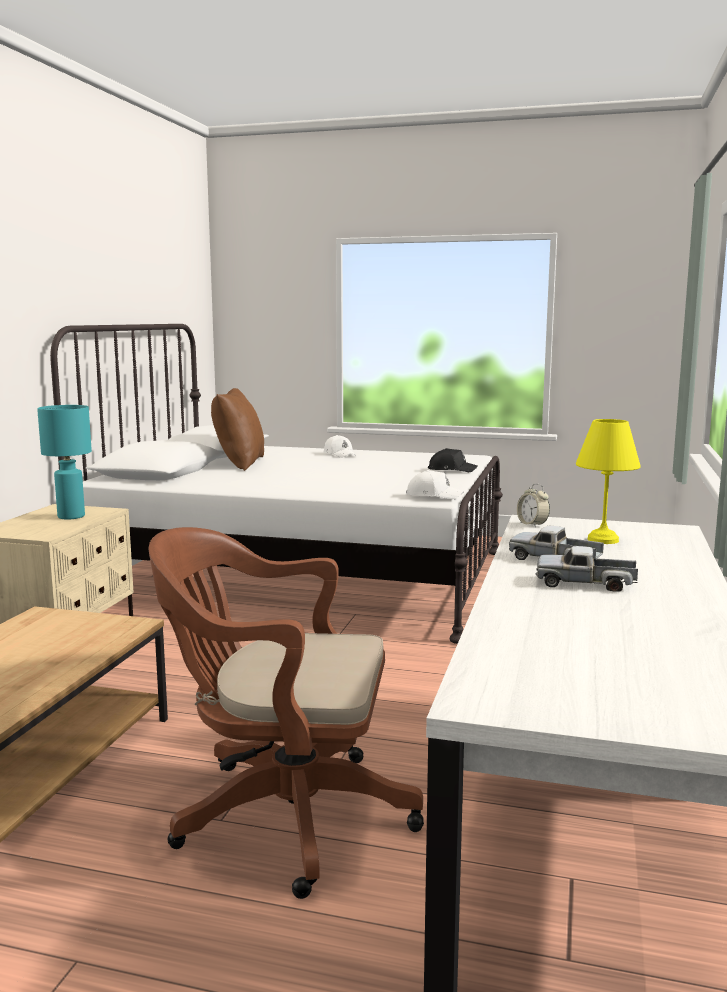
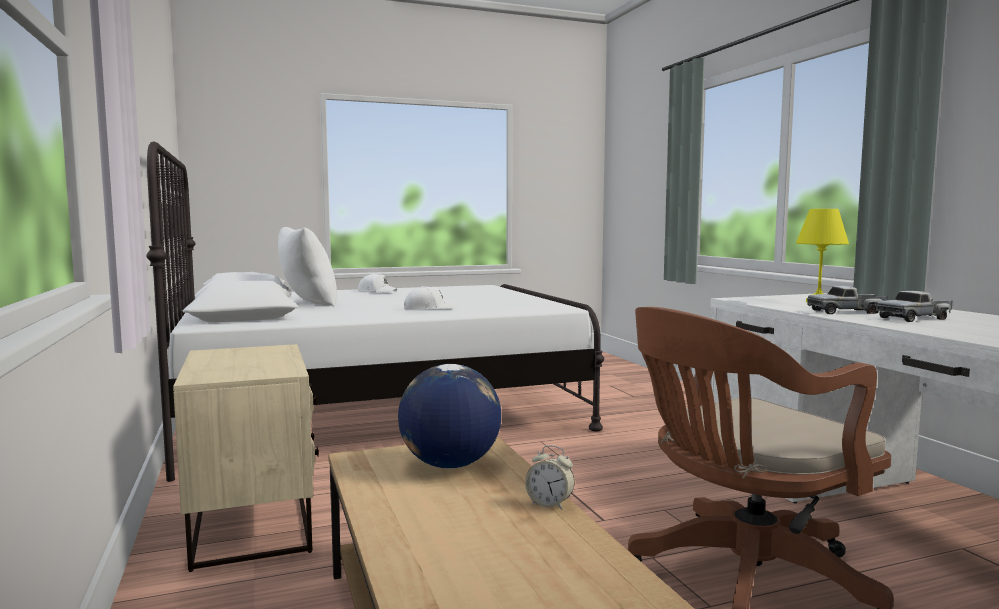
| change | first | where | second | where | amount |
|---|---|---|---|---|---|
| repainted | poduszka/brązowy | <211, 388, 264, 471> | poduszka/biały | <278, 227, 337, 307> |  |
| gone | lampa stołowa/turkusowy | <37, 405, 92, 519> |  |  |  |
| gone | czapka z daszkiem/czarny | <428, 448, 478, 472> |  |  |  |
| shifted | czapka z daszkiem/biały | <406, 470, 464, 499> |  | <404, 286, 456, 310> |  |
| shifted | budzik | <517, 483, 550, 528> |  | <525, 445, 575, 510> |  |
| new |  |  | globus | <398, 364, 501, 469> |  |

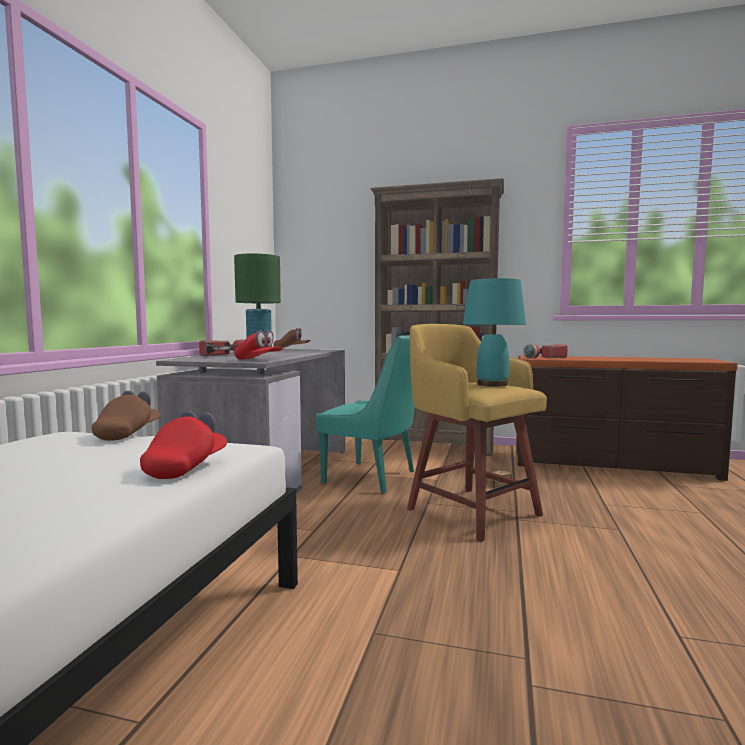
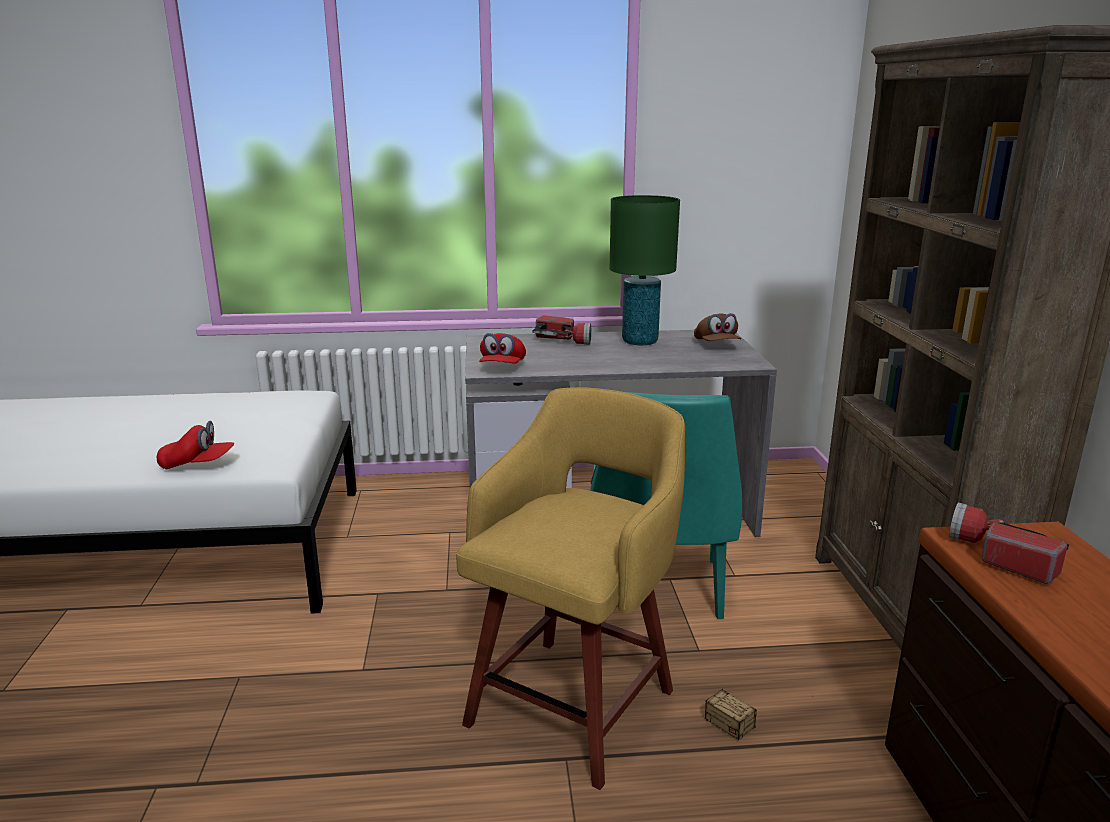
| change | first | where | second | where | amount |
|---|---|---|---|---|---|
| gone | lampa stołowa/turkusowy | <463, 278, 526, 387> |  |  |  |
| gone | czapka z daszkiem/brązowy | <92, 391, 160, 441> |  |  |  |

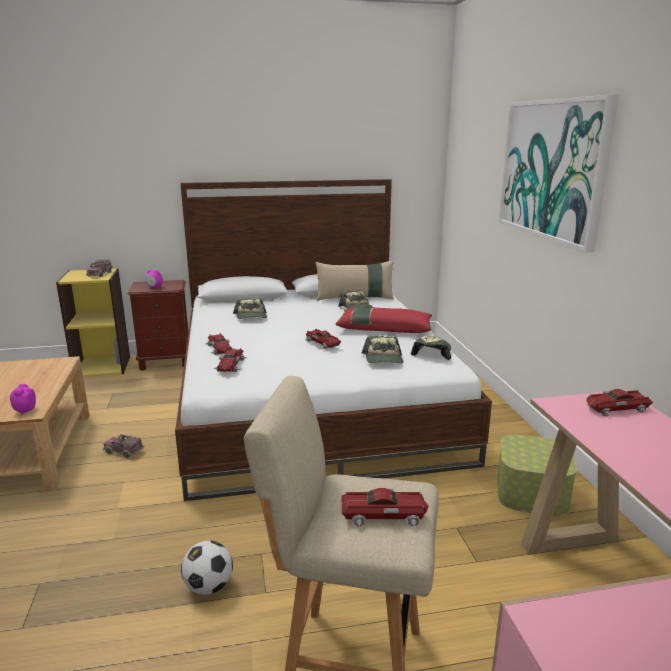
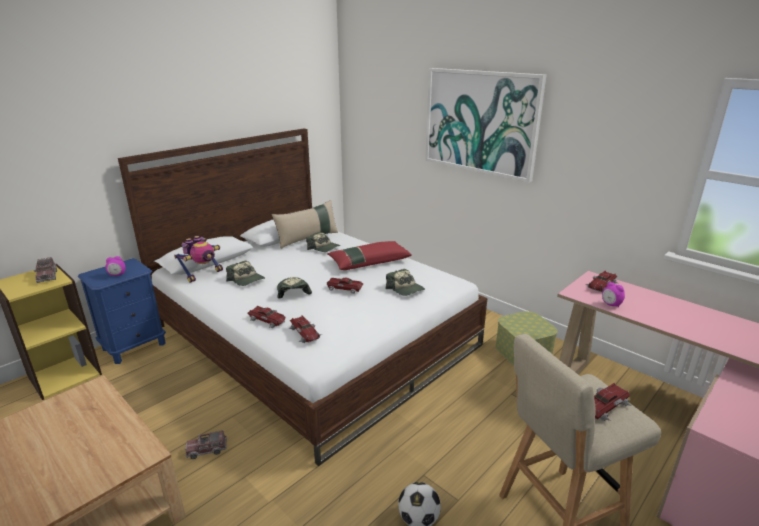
| change | first | where | second | where | amount |
|---|---|---|---|---|---|
| repainted | szafka nocna/brązowy | <128, 280, 188, 371> | szafka nocna/niebieski | <78, 258, 166, 364> |  |
| shifted | czapka z daszkiem | <411, 335, 451, 360> |  | <277, 277, 312, 298> |  |
| shifted | budzik | <10, 384, 36, 414> |  | <602, 282, 625, 307> |  |
| new |  |  | robot zabawkowy | <174, 236, 223, 283> |  |

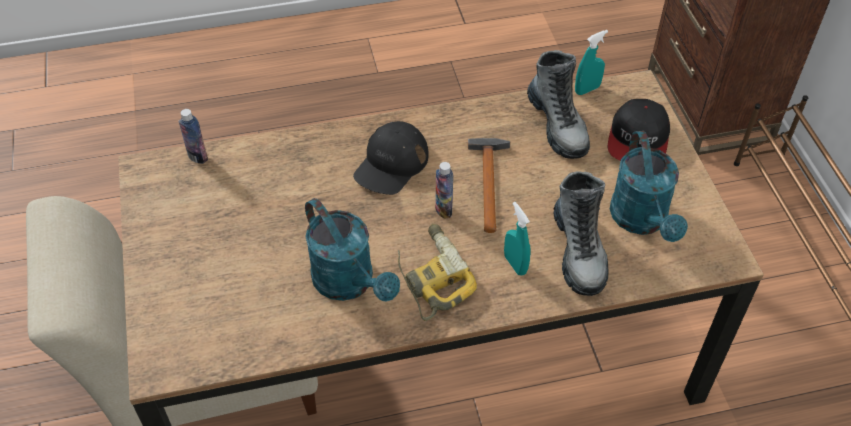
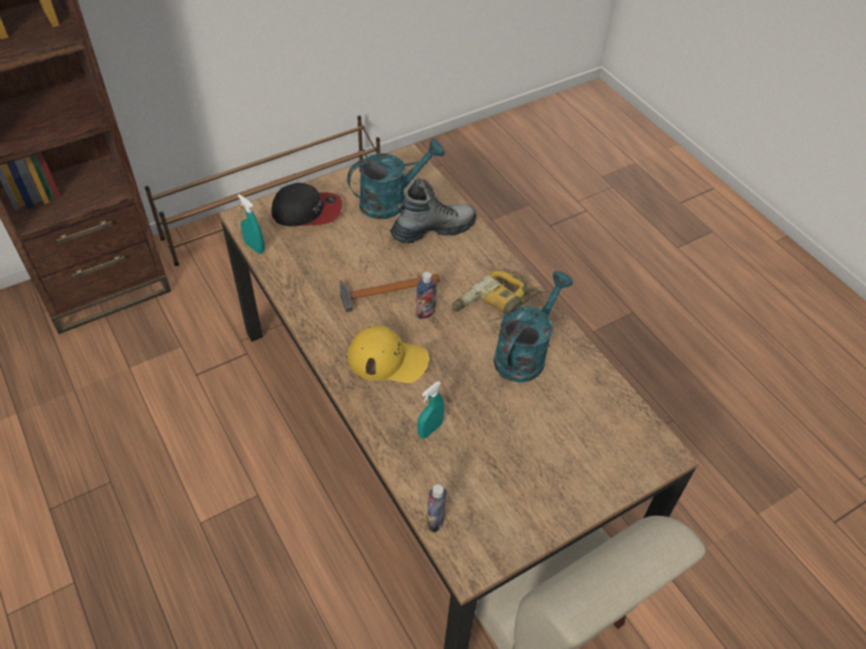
| change | first | where | second | where | amount |
|---|---|---|---|---|---|
| gone | but z cholewką | <527, 50, 590, 159> |  |  |  |
| repainted | czapka z daszkiem/czarny | <353, 121, 428, 195> | czapka z daszkiem/żółty | <348, 325, 429, 383> |  |
| shifted | spryskiwacz/turkusowy | <504, 202, 530, 275> |  | <417, 381, 444, 439> |  |

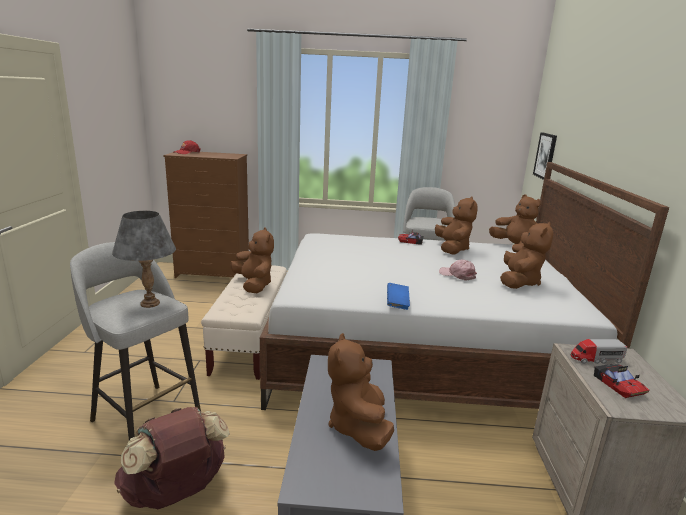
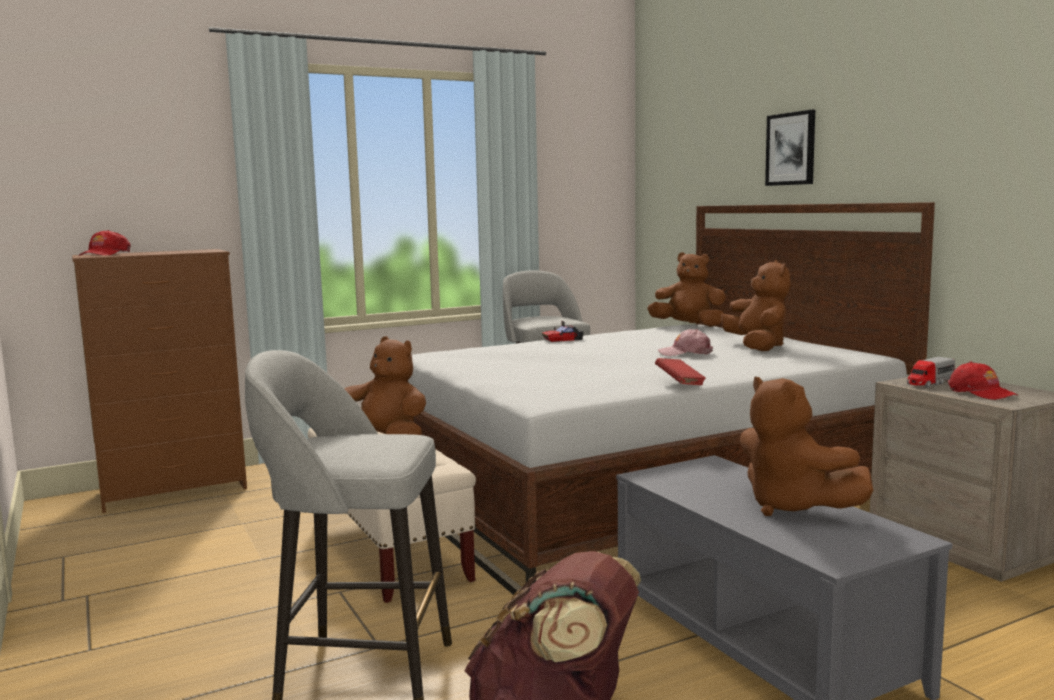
| change | first | where | second | where | amount |
|---|---|---|---|---|---|
| shifted | obraz | <533, 132, 557, 180> |  | <765, 110, 815, 186> |  |
| gone | pluszak/brązowy | <435, 196, 478, 254> |  |  |  |
| gone | lampa stołowa/szary | <112, 211, 176, 308> |  |  |  |
| repainted | książka/niebieski | <387, 283, 410, 310> | książka/czerwony | <655, 358, 706, 385> |  |
| swapped | samochodzik | <594, 364, 650, 398> | czapka z daszkiem/czerwony | <948, 361, 1018, 400> |  |

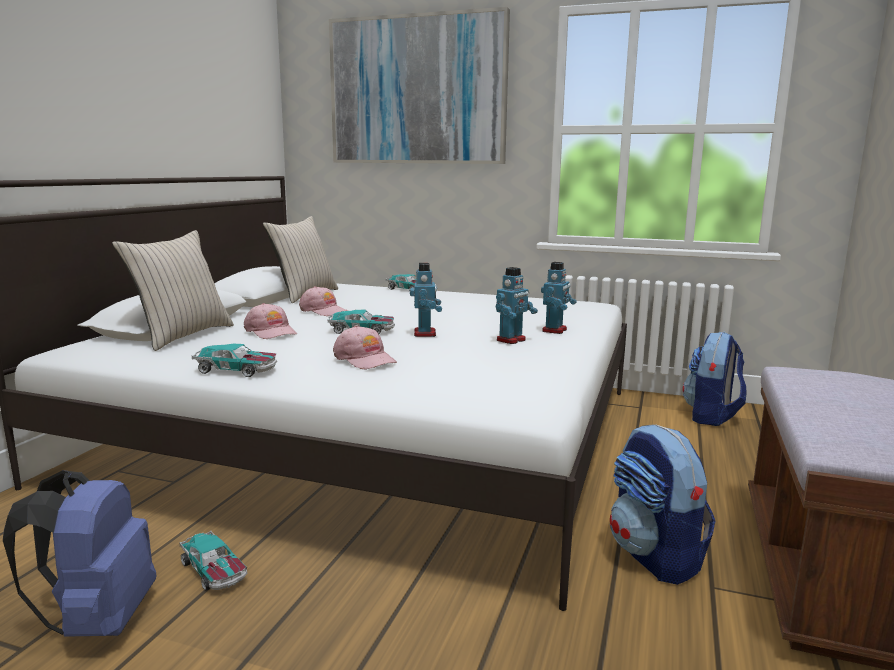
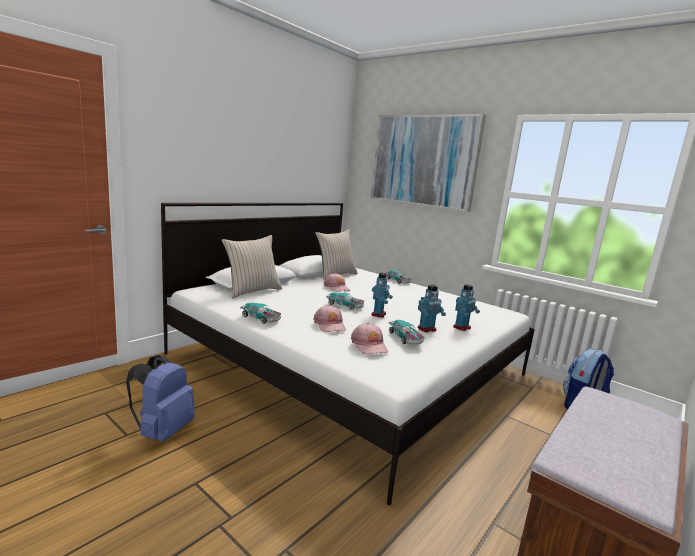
| change | first | where | second | where | amount |
|---|---|---|---|---|---|
| shifted | czapka z daszkiem/różowy | <244, 303, 297, 339> |  | <351, 323, 388, 354> |  |
| gone | plecak | <610, 424, 715, 585> |  |  |  |
| shifted | samochodzik | <179, 531, 247, 591> |  | <389, 320, 425, 345> |  |

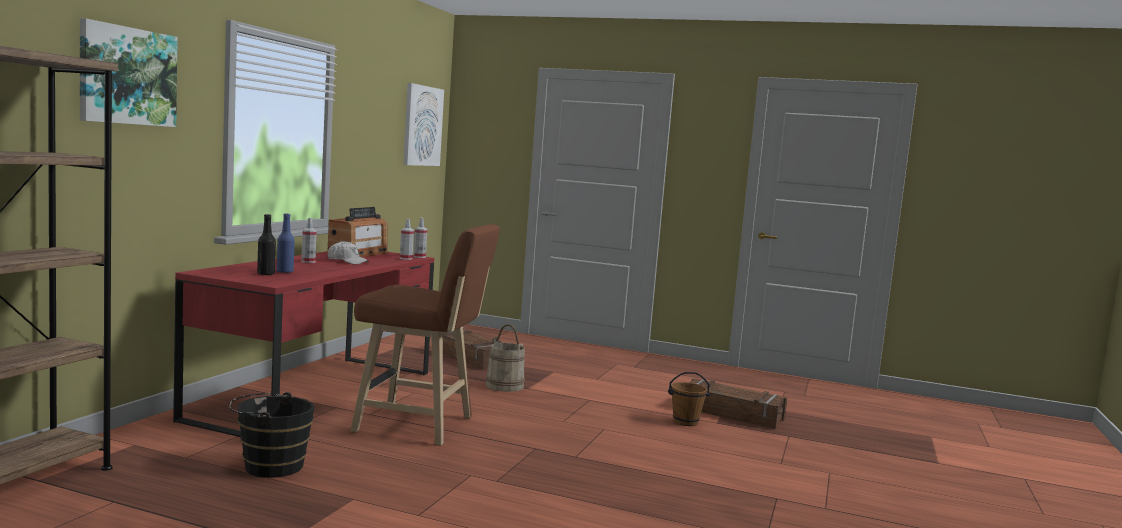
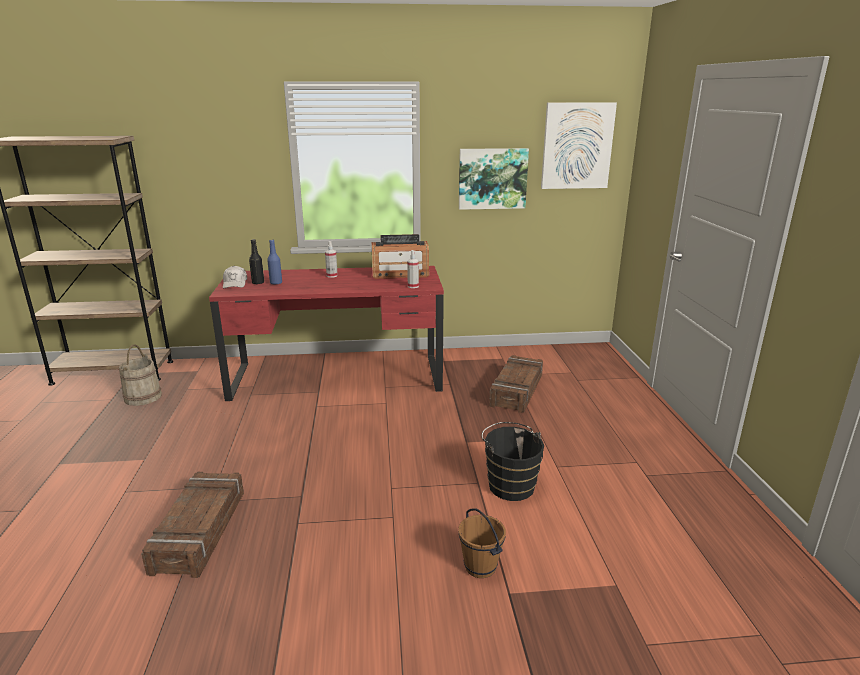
| change | first | where | second | where | amount |
|---|---|---|---|---|---|
| shifted | obraz | <80, 18, 178, 127> |  | <459, 148, 529, 210> |  |
| gone | spryskiwacz | <413, 218, 427, 258> |  |  |  |
| gone | stołek/brązowy | <350, 224, 500, 446> |  |  |  |
| shifted | czapka z daszkiem/biały | <328, 241, 369, 265> |  | <223, 266, 247, 288> |  |
| shifted | wiadro/beżowy | <486, 324, 525, 392> |  | <119, 344, 162, 406> |  |
| shifted | skrzynka | <689, 379, 787, 429> |  | <141, 472, 244, 578> |  |
| shifted | wiadro/czarny | <229, 392, 314, 478> |  | <482, 422, 544, 501> |  |

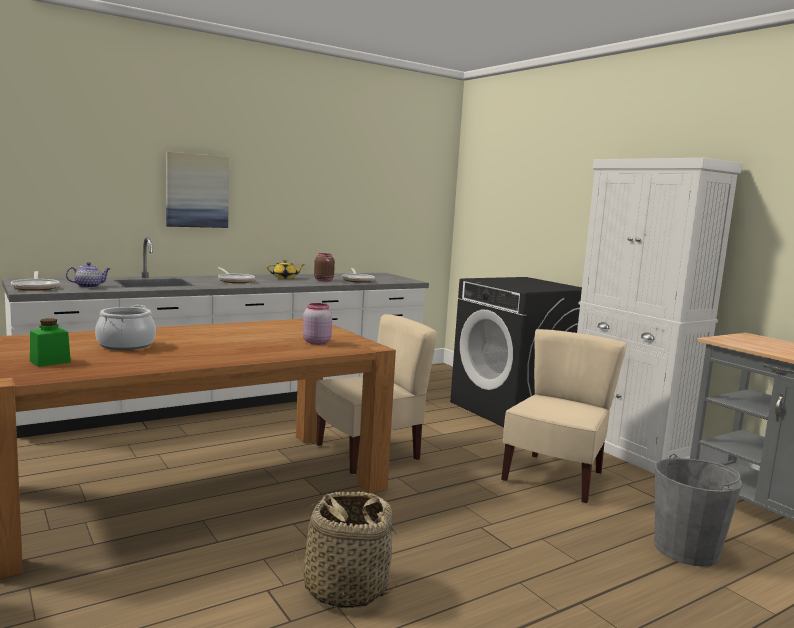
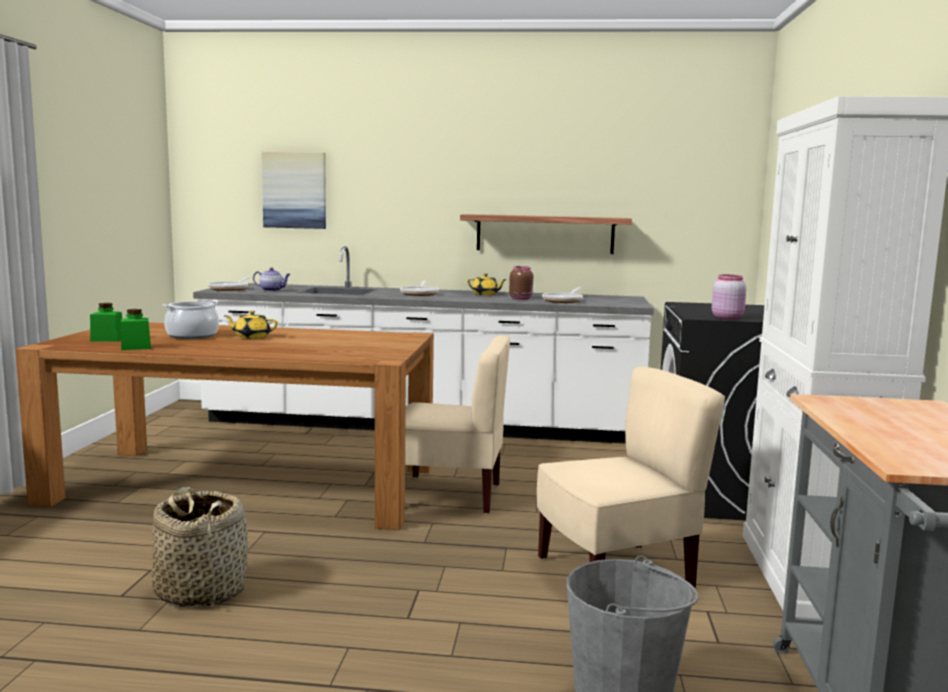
| change | first | where | second | where | amount |
|---|---|---|---|---|---|
| shifted | obraz | <166, 152, 229, 228> |  | <261, 152, 326, 229> |  |
| shifted | słoik/różowy | <303, 303, 332, 345> |  | <712, 275, 747, 320> |  |
| new |  |  | półka | <460, 214, 632, 254> |  |
| new |  |  | słoik/zielony | <121, 309, 151, 350> |  |
| new |  |  | imbryk/żółty | <225, 311, 278, 339> |  |

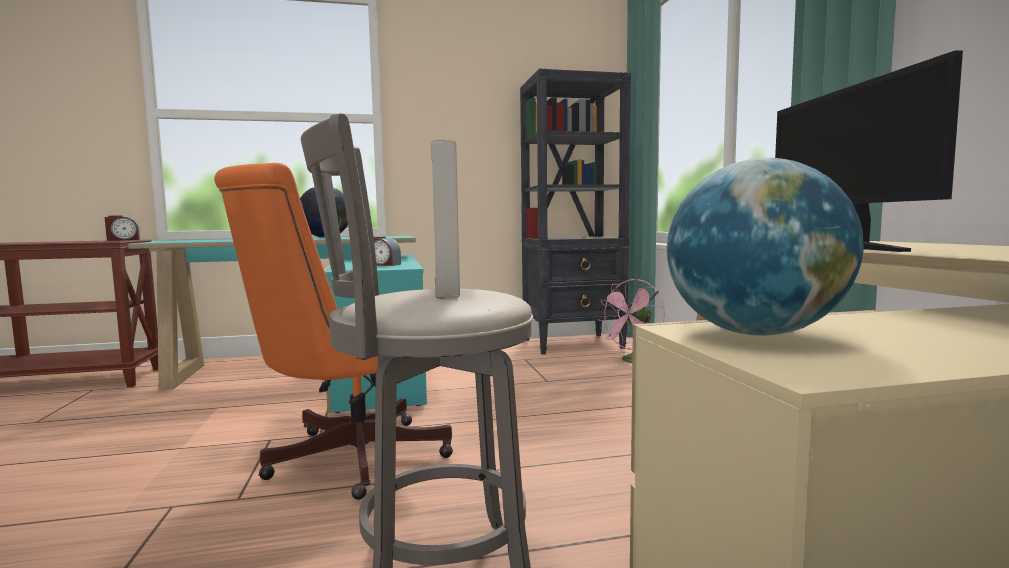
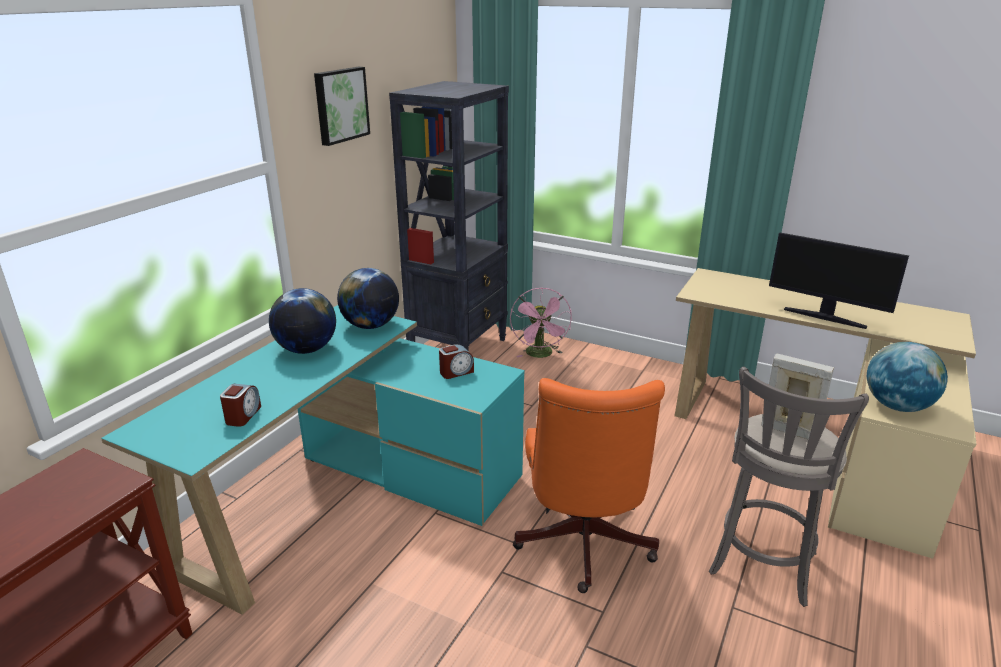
| change | first | where | second | where | amount |
|---|---|---|---|---|---|
| shifted | budzik | <105, 216, 140, 241> |  | <220, 384, 261, 427> |  |
| new |  |  | obraz | <314, 67, 370, 146> |  |
| new |  |  | globus | <337, 268, 399, 329> |  |

